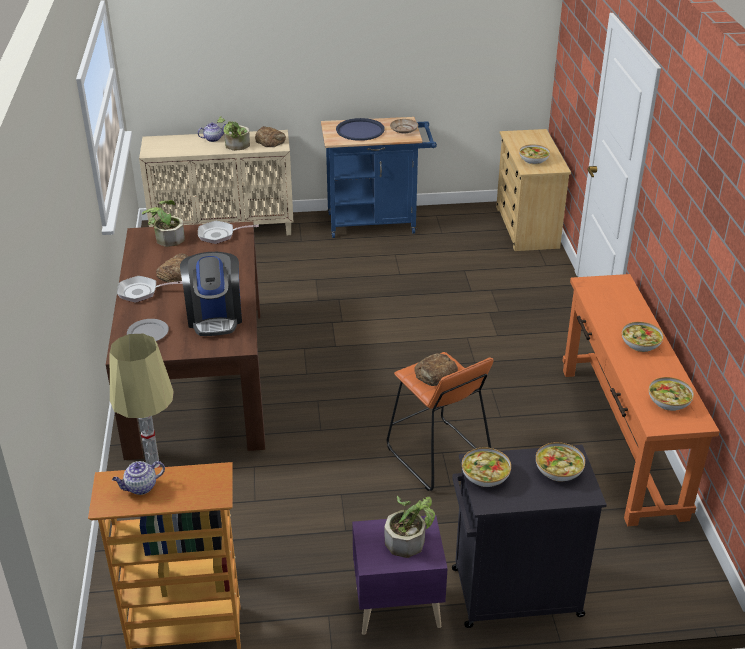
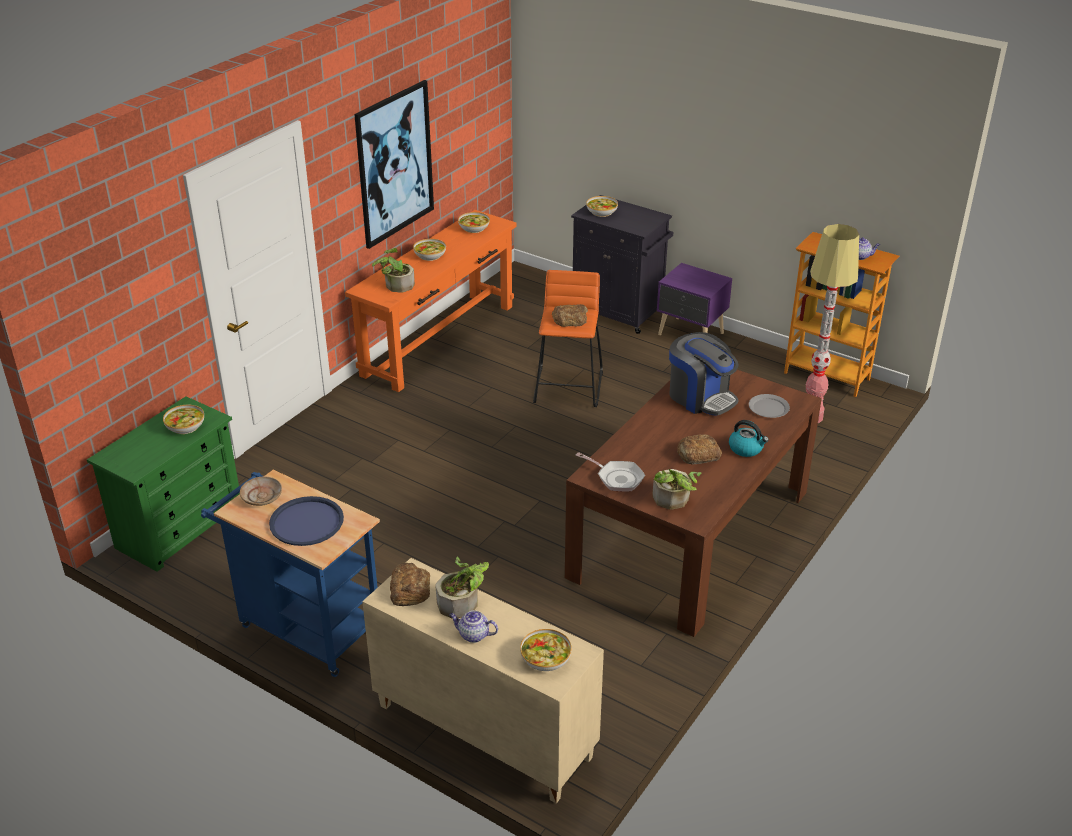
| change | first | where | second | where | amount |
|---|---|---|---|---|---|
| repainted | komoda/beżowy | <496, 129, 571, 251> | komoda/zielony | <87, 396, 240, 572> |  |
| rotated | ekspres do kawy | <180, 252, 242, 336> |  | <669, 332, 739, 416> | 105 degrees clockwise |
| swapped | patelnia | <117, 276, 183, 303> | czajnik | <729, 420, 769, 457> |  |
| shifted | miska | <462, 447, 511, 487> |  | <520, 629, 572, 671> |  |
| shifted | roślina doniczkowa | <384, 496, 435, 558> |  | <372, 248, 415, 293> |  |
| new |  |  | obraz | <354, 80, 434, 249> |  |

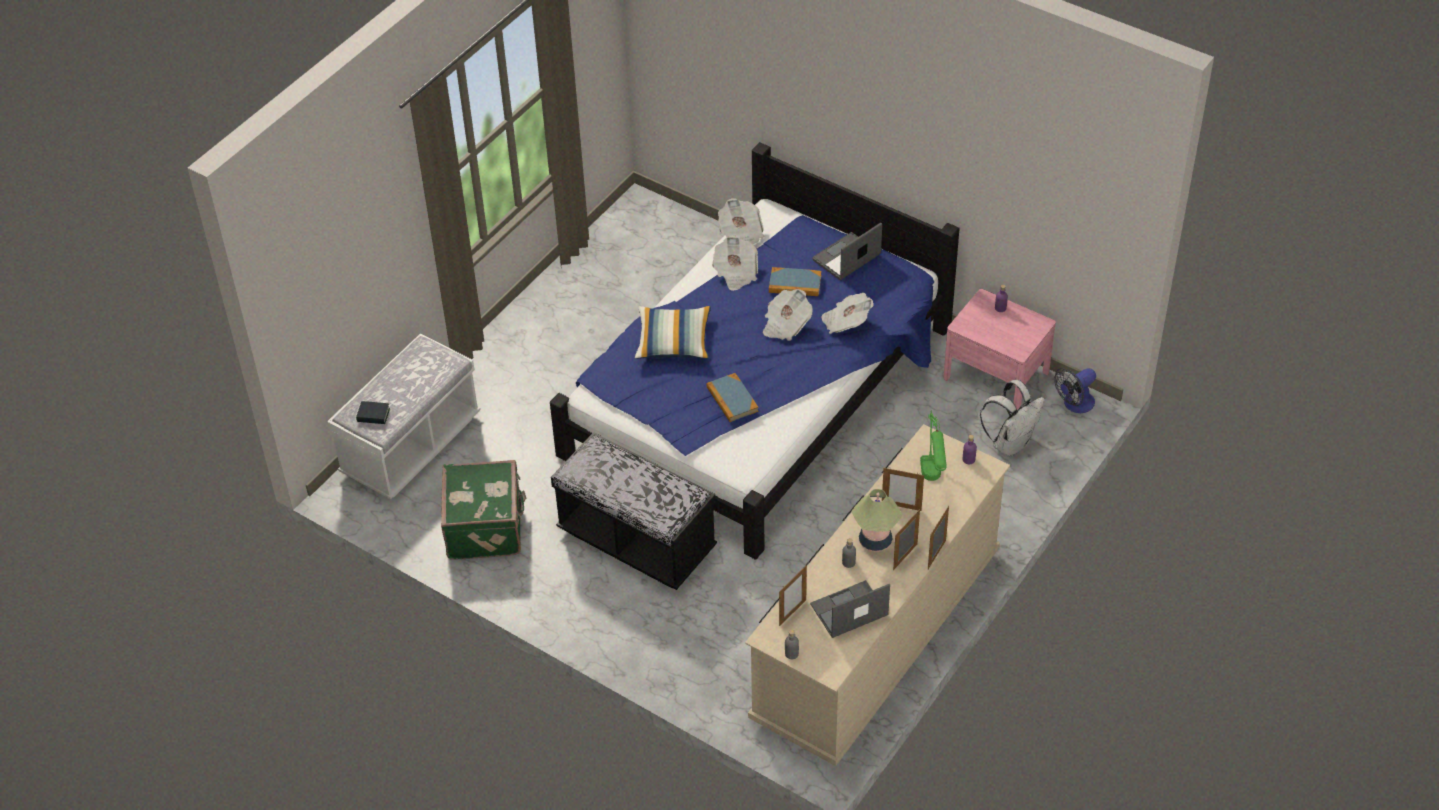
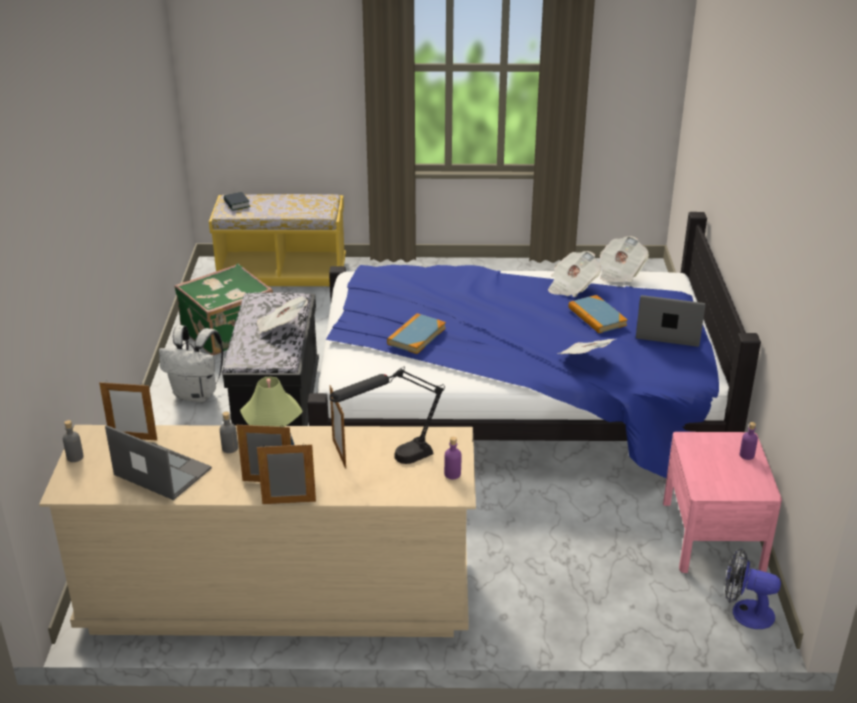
| change | first | where | second | where | amount |
|---|---|---|---|---|---|
| shifted | gazeta | <763, 289, 813, 341> |  | <257, 296, 308, 334> |  |
| gone | poduszka | <635, 306, 711, 359> |  |  |  |
| repainted | ławka/biały | <327, 333, 481, 499> | ławka/żółty | <209, 194, 346, 286> |  |
| shifted | plecak/biały | <980, 380, 1045, 456> |  | <159, 325, 223, 402> |  |
| repainted | lampa stołowa/zielony | <920, 410, 947, 481> | lampa stołowa/czarny | <329, 366, 445, 464> |  |

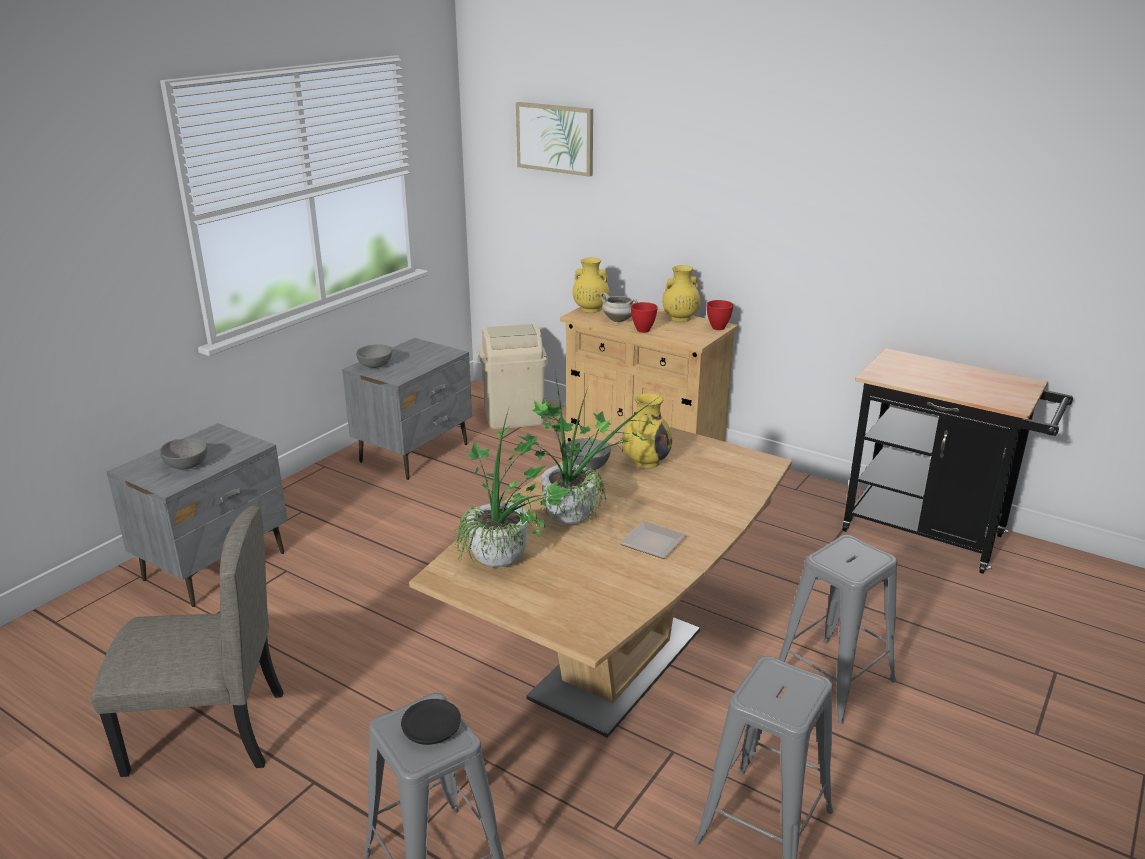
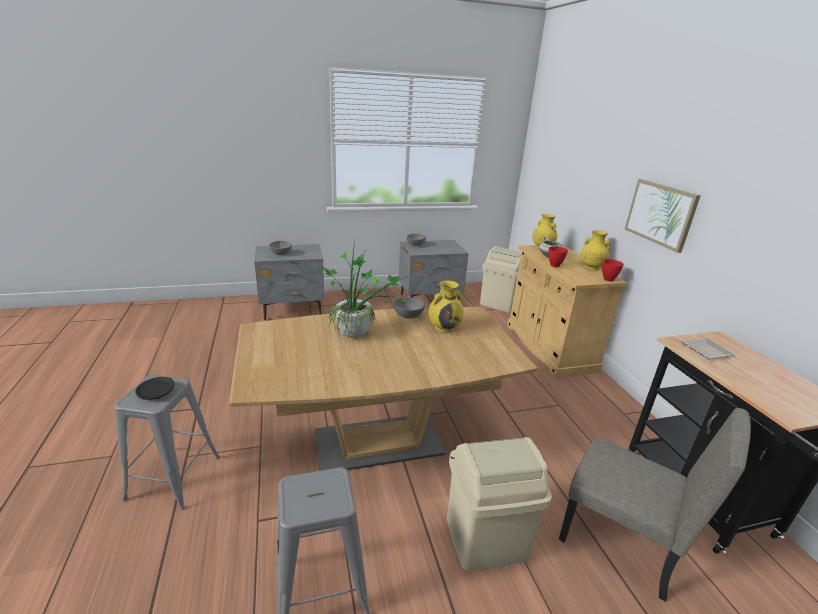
| change | first | where | second | where | amount |
|---|---|---|---|---|---|
| shifted | obraz | <516, 102, 593, 177> |  | <624, 179, 700, 253> |  |
| gone | roślina doniczkowa | <454, 408, 571, 567> |  |  |  |
| shifted | krzesło/beżowy | <91, 506, 284, 777> |  | <559, 408, 751, 602> |  |
| shifted | talerz | <619, 521, 686, 559> |  | <681, 338, 735, 359> |  |
| swapped | stołek/szary | <778, 535, 898, 725> | kosz na śmieci/beżowy | <447, 437, 552, 571> |  |

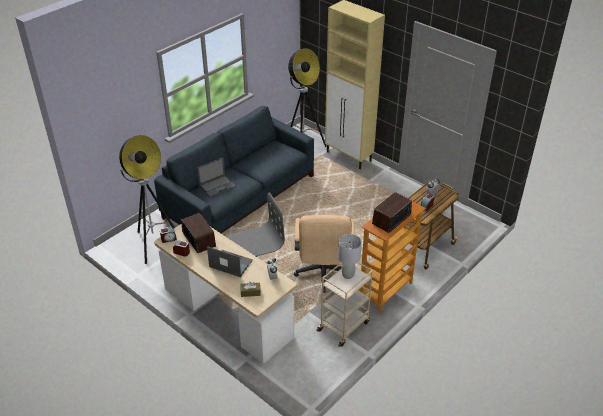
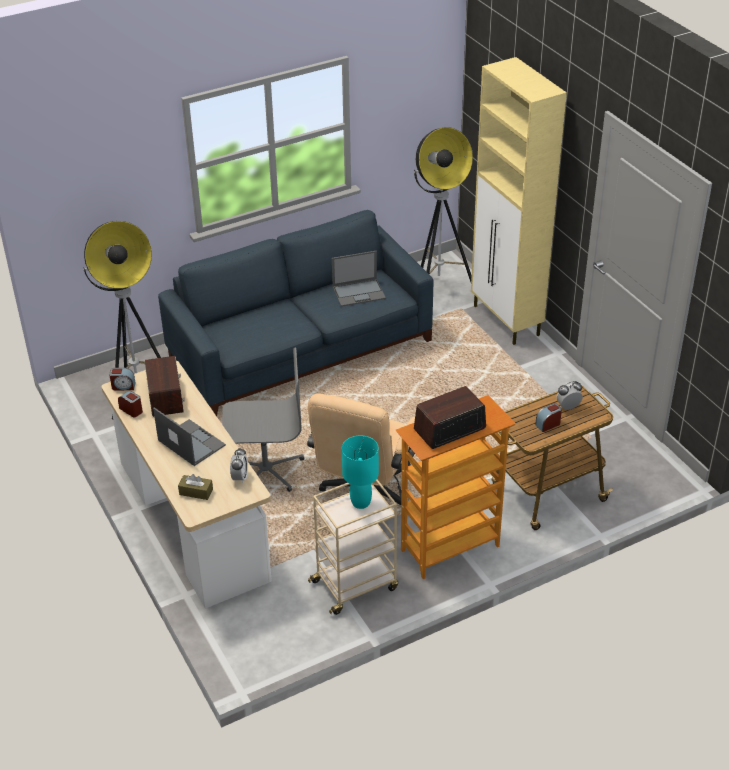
| change | first | where | second | where | amount |
|---|---|---|---|---|---|
| shifted | laptop | <197, 158, 236, 197> |  | <332, 251, 386, 307> |  |
| repainted | lampa stołowa/szary | <338, 234, 362, 279> | lampa stołowa/turkusowy | <342, 436, 379, 509> |  |

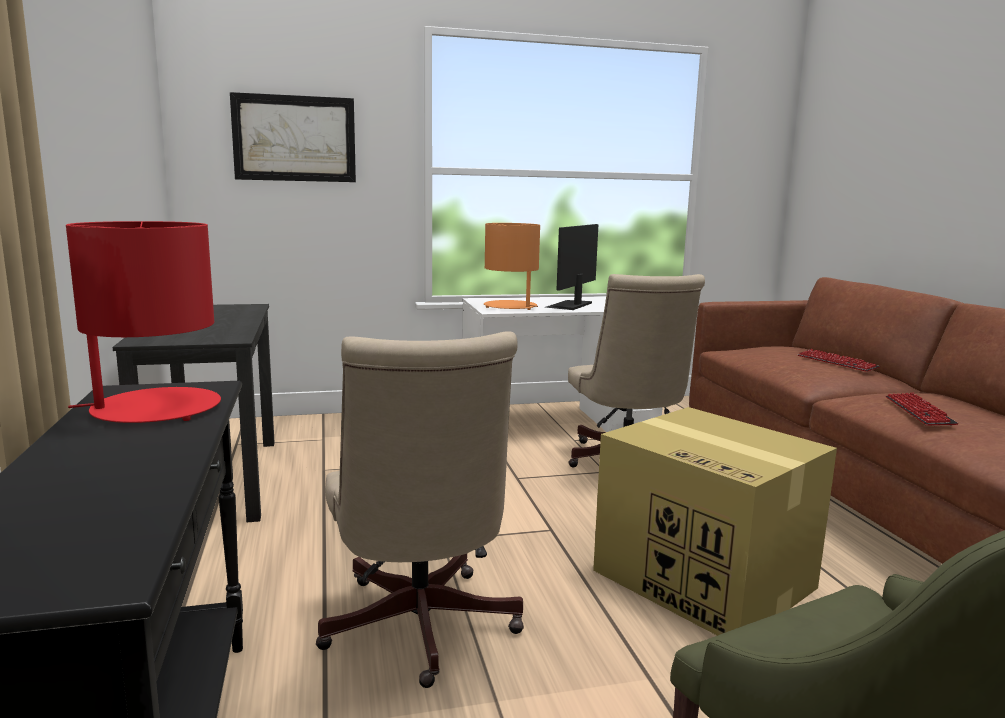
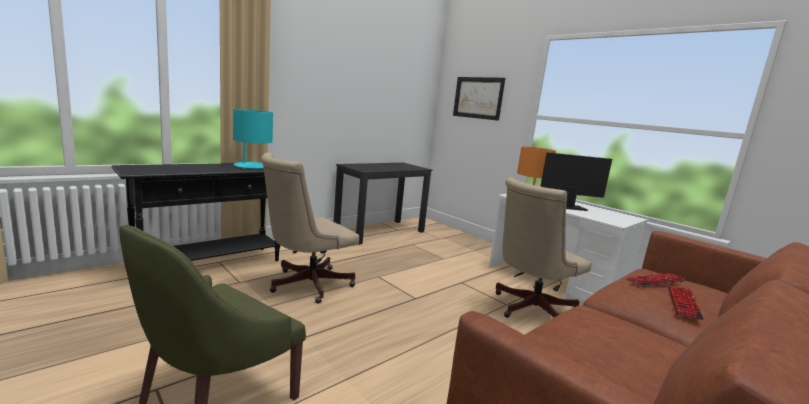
| change | first | where | second | where | amount |
|---|---|---|---|---|---|
| repainted | lampa stołowa/czerwony | <66, 221, 221, 423> | lampa stołowa/turkusowy | <233, 109, 273, 169> |  |
| shifted | klawiatura | <886, 393, 959, 425> |  | <626, 273, 686, 287> |  |
| gone | karton | <593, 407, 837, 636> |  |  |  |

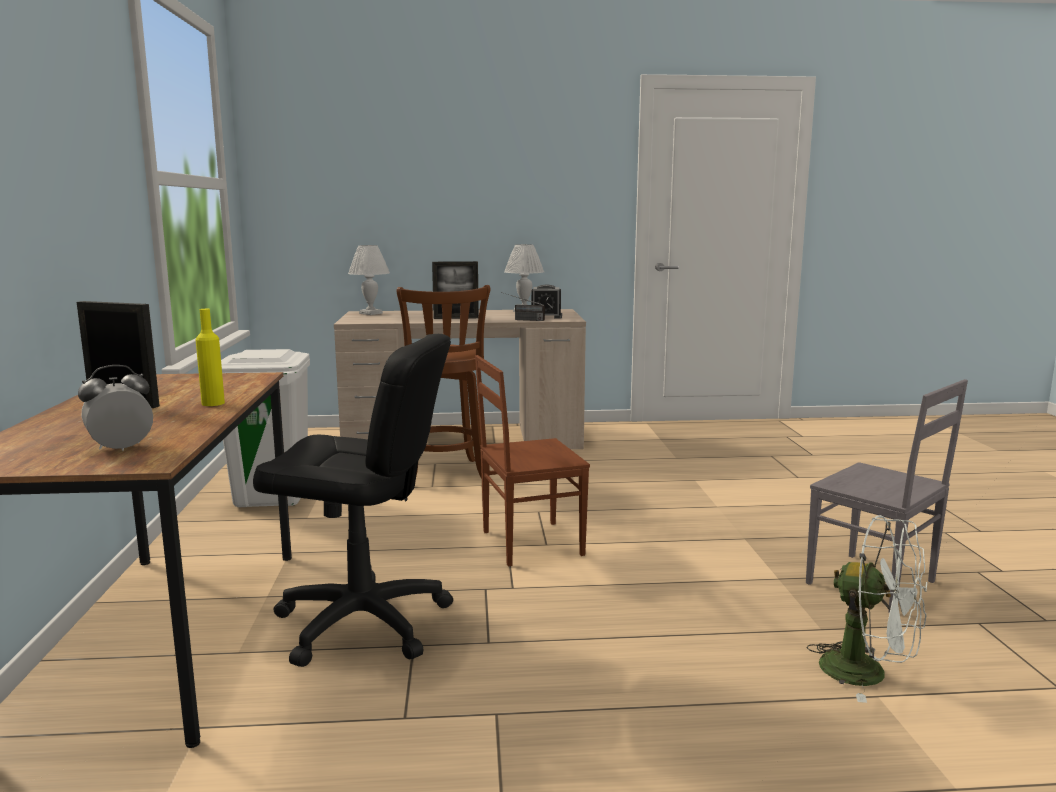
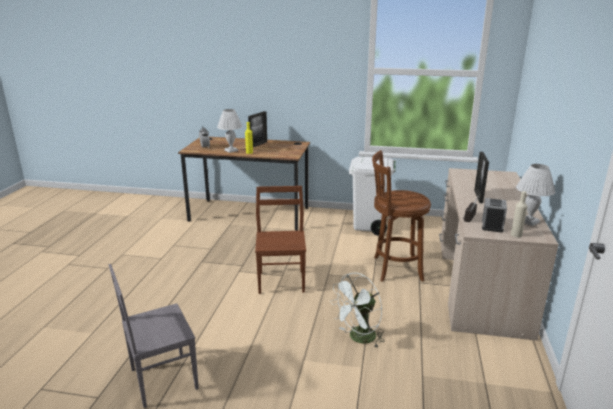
| change | first | where | second | where | amount |
|---|---|---|---|---|---|
| shifted | lampa stołowa/biały | <348, 245, 390, 315> |  | <217, 109, 243, 153> |  |
| gone | krzesło biurowe/czarny | <253, 334, 453, 667> |  |  |  |
| shifted | wentylator/biały | <807, 515, 927, 703> |  | <330, 273, 385, 348> |  |
| new |  |  | butelka/beżowy | <511, 191, 528, 237> |  |

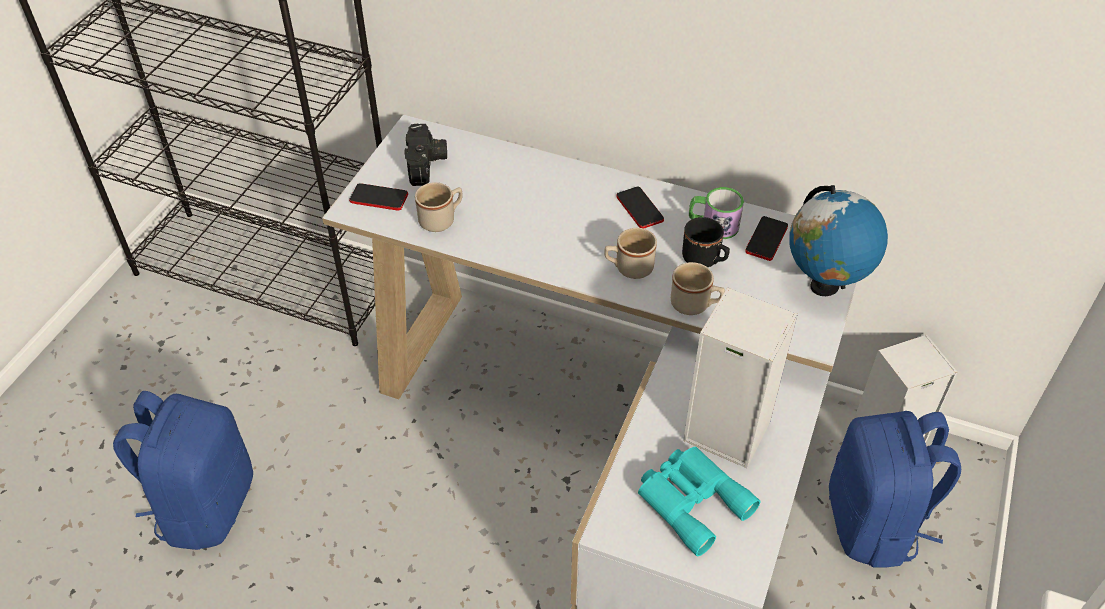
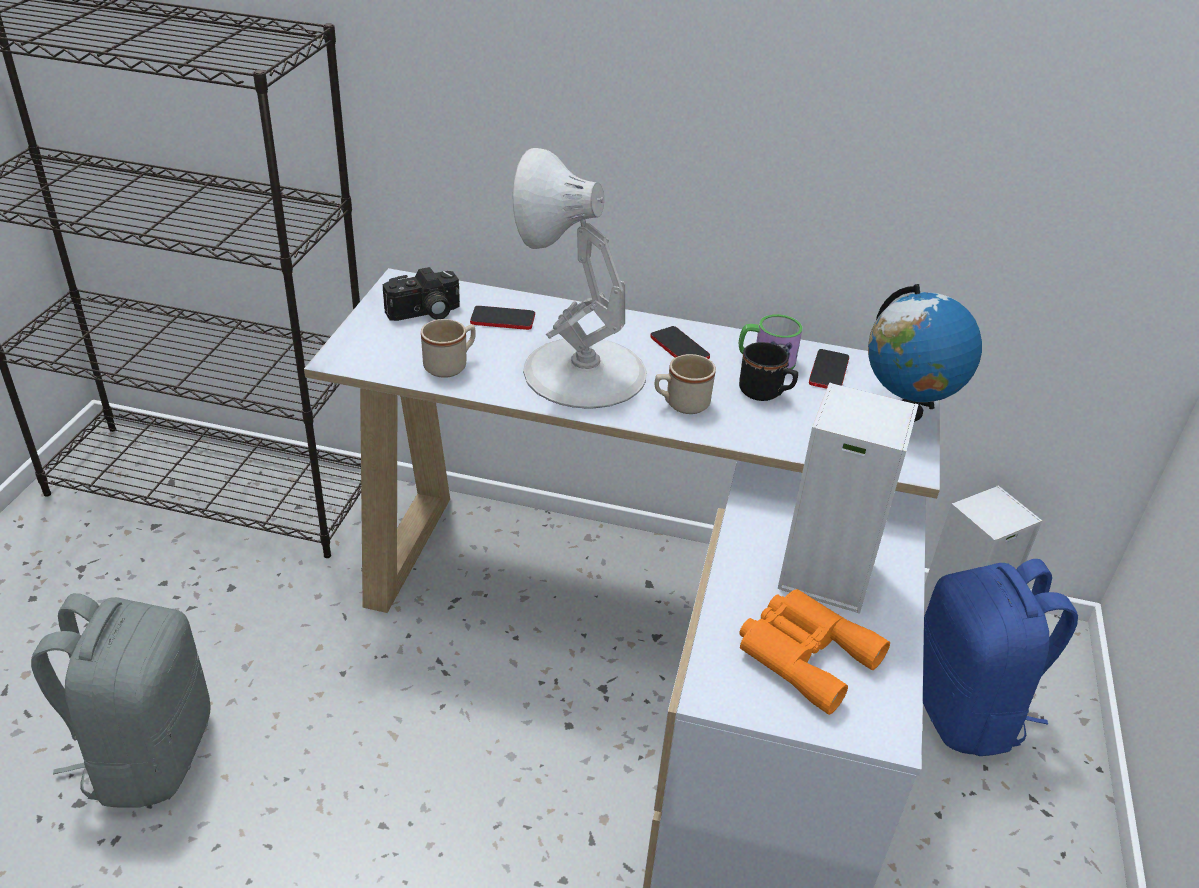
| change | first | where | second | where | amount |
|---|---|---|---|---|---|
| rotated | aparat fotograficzny | <405, 124, 447, 186> |  | <383, 267, 460, 321> | 75 degrees clockwise |
| shifted | telefon | <349, 183, 408, 211> |  | <470, 306, 535, 330> |  |
| gone | kubek/beżowy | <671, 262, 725, 315> |  |  |  |
| repainted | plecak/niebieski | <113, 391, 253, 550> | plecak/szary | <31, 593, 211, 808> |  |
| repainted | lornetka/turkusowy | <638, 446, 761, 556> | lornetka/pomarańczowy | <739, 589, 890, 715> |  |
| new |  |  | lampa stołowa/biały | <513, 148, 646, 409> |  |

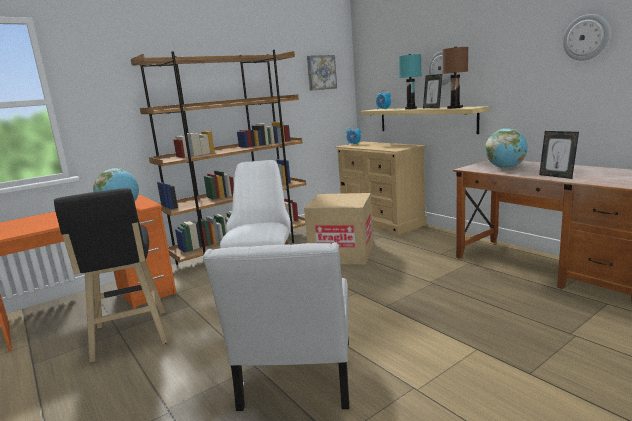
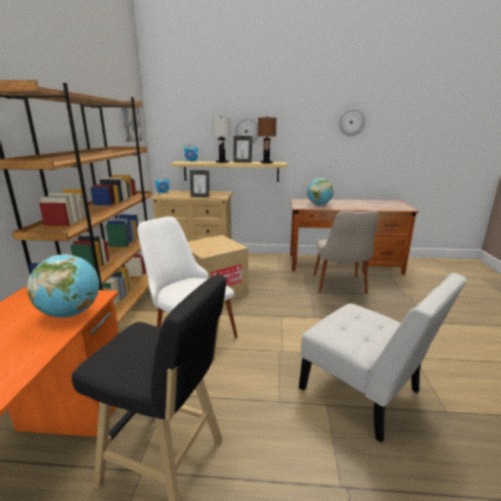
| change | first | where | second | where | amount |
|---|---|---|---|---|---|
| repainted | lampa stołowa/turkusowy | <399, 54, 422, 110> | lampa stołowa/biały | <212, 117, 231, 163> |  |
| shifted | ramka na zdjęcie | <539, 131, 579, 179> |  | <190, 170, 209, 197> |  |
| new |  |  | krzesło/beżowy | <313, 211, 378, 294> |  |

